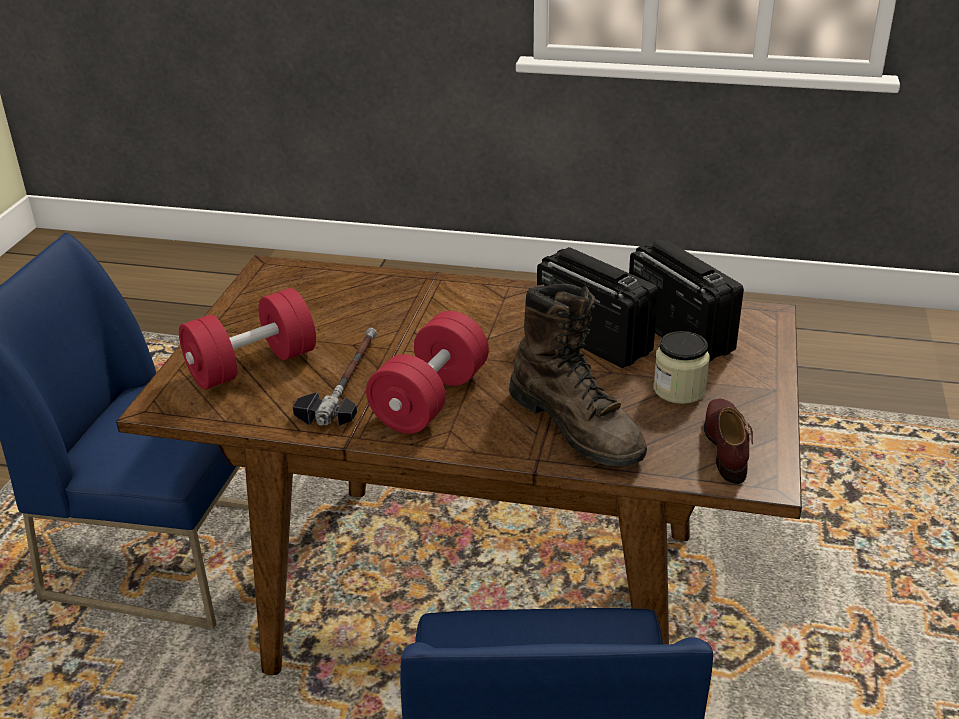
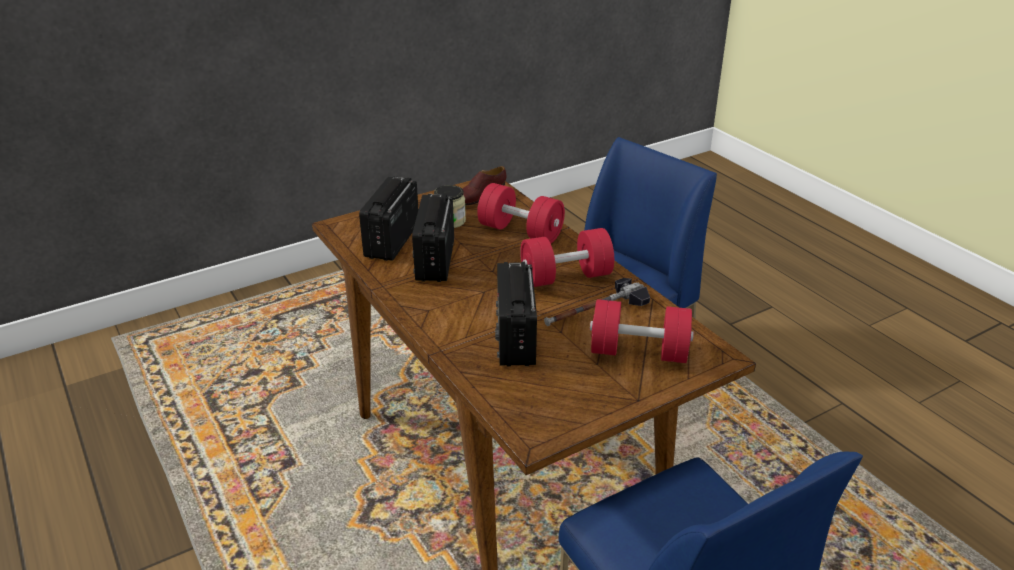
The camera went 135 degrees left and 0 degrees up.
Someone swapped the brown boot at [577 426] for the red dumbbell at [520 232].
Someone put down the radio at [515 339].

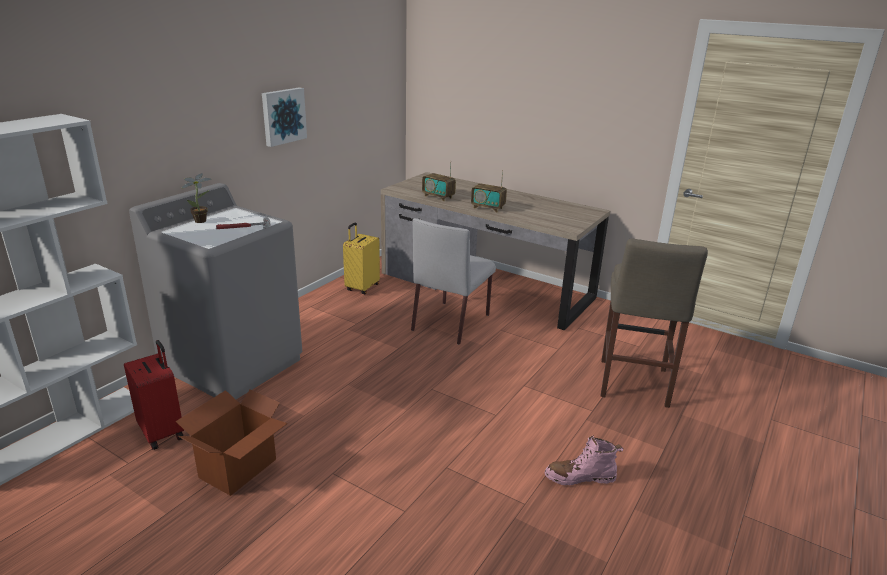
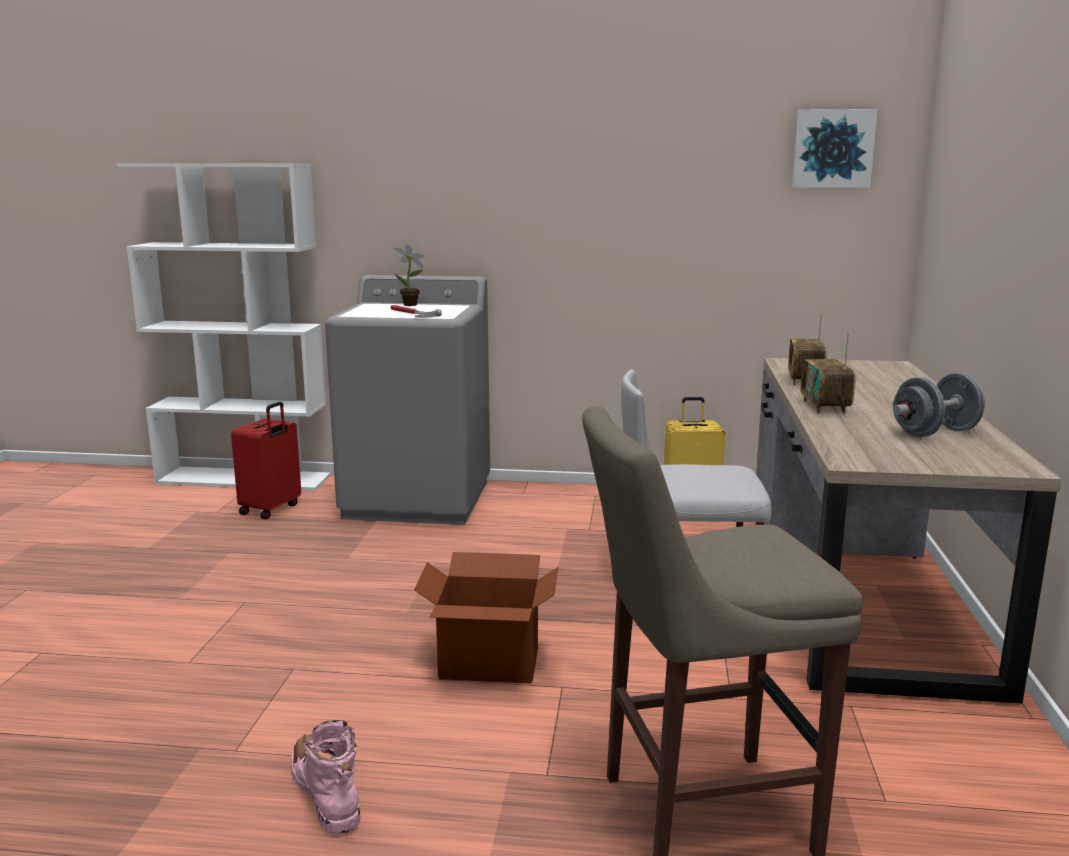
The camera went 65 degrees right and 10 degrees down.
Someone carried the picture from [283 116] to [833 149].
Someone carried the cardboard box from [239 469] to [489 664].
Someone put down the grey dumbbell at [935 433].

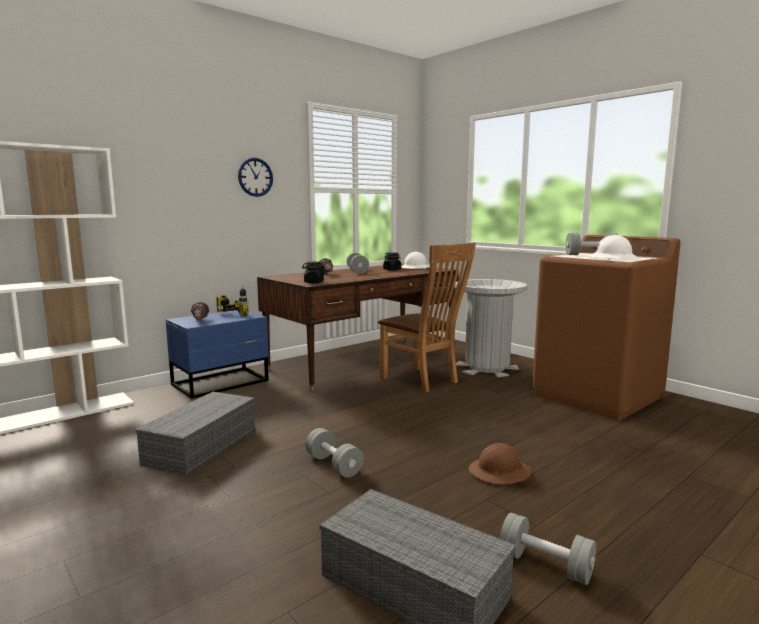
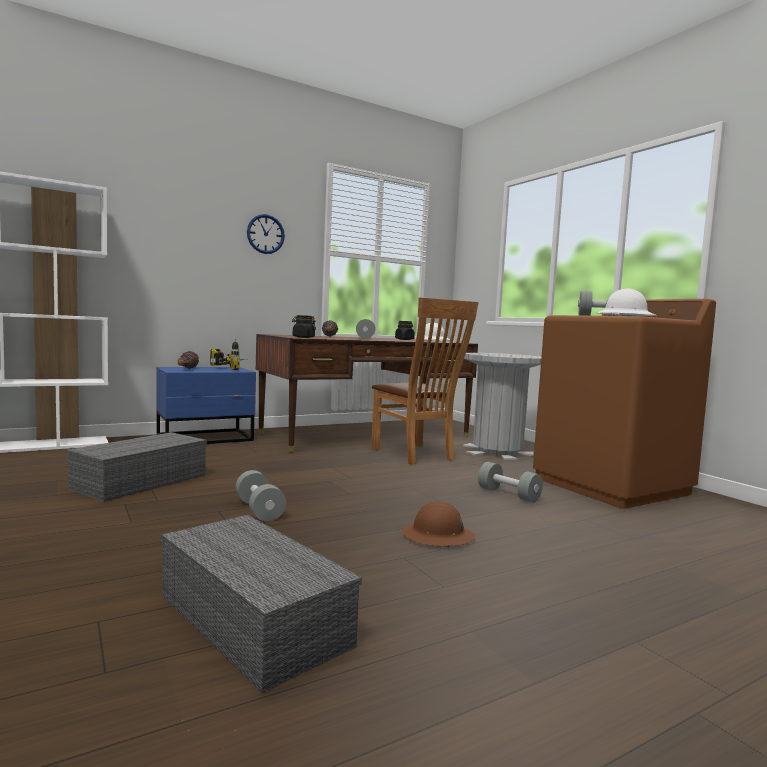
The camera went 10 degrees right and 5 degrees down.
Someone carried the grey dumbbell from [545 565] to [508 494].

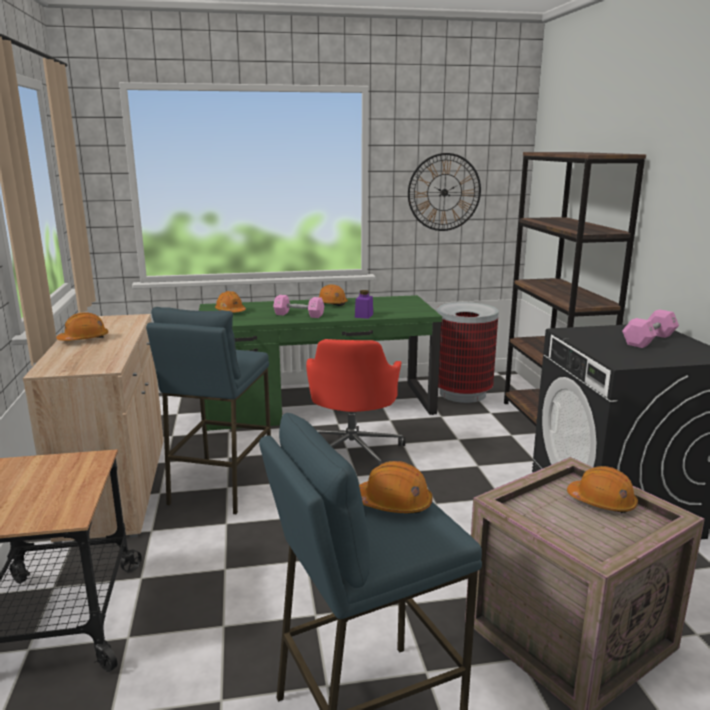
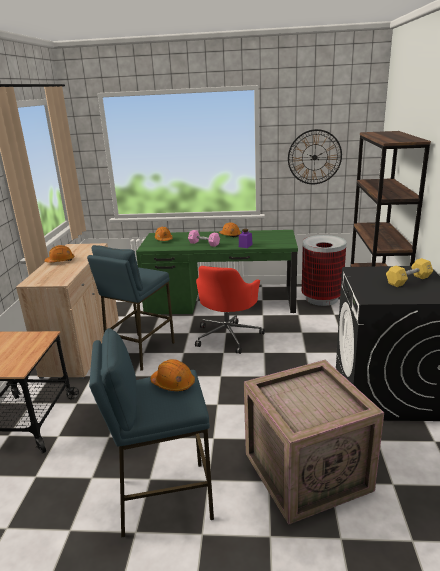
The camera went 15 degrees right and 5 degrees up.
Someone repainted the pink dumbbell at [649 340], which became the yellow dumbbell at [408 280].
Someone took away the orange hard hat at [602 502].

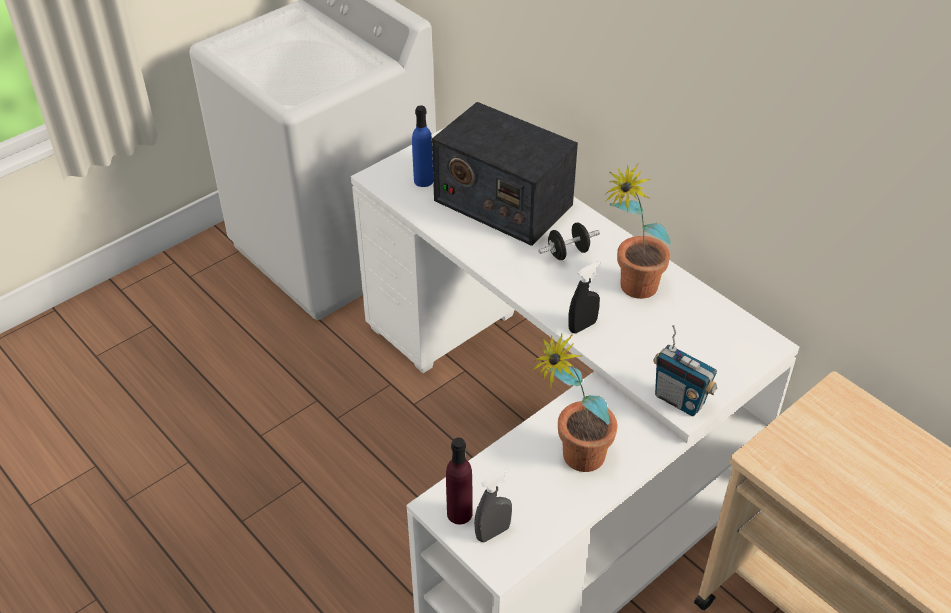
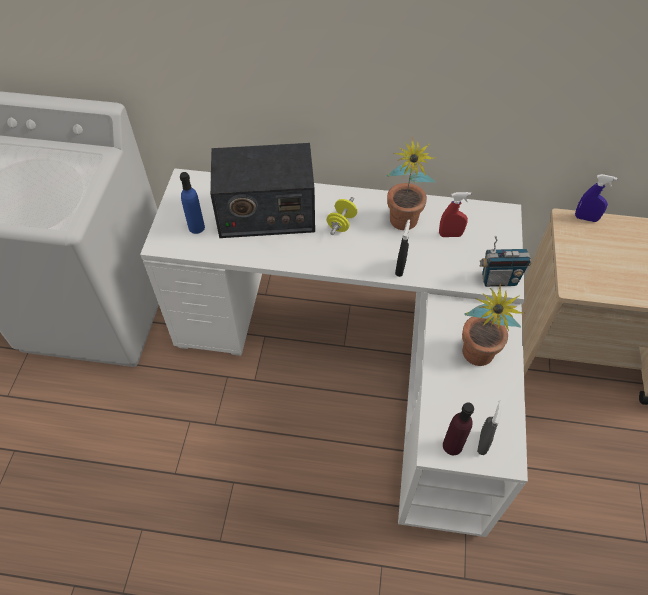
The camera went 40 degrees left and 10 degrees up.
Someone repainted the black dumbbell at [568 253], which became the yellow dumbbell at [341 223].
Someone put down the blue spray bottle at [586 218].
Someone put down the red spray bottle at [450 235].

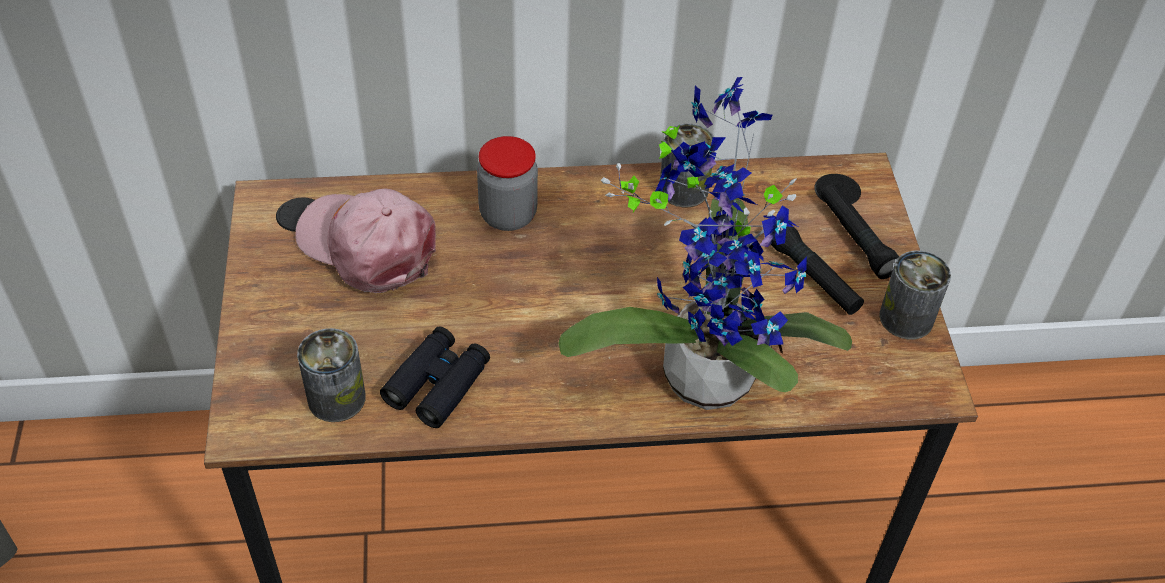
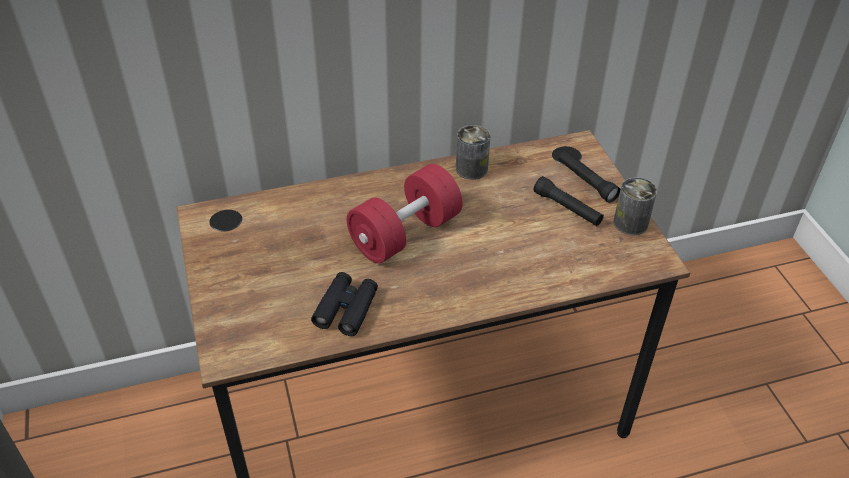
The camera went 10 degrees left and 5 degrees down.
Someone took away the potted plant at [703 367].
Someone took away the jar at [508 215].
Someone took away the pink cap at [367 245].
Someone took away the can at [336 398].
Someone put down the red dumbbell at [405 233].

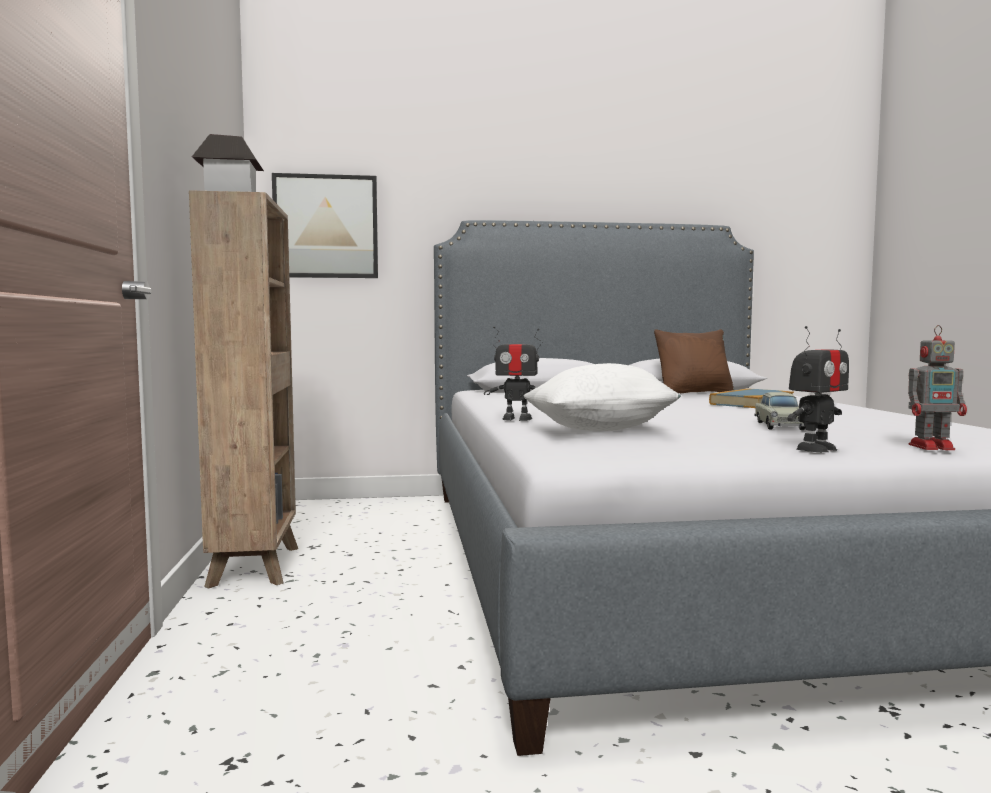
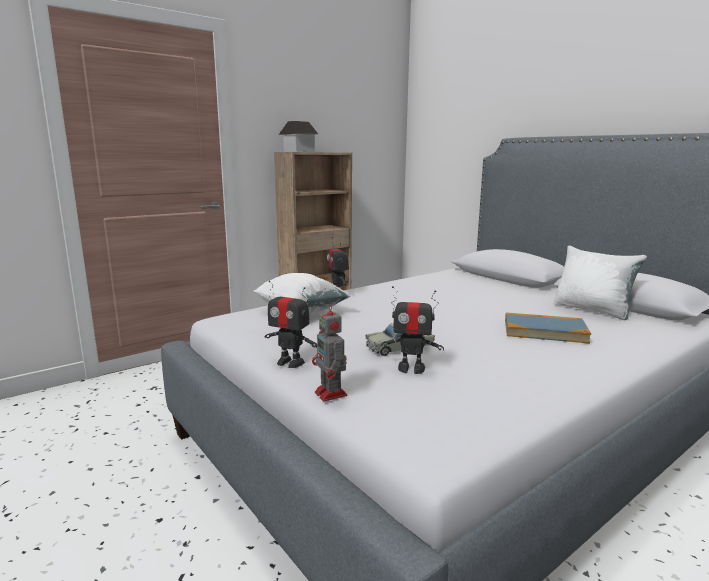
The camera went 60 degrees right and 10 degrees up.
Someone took away the picture at [326 226].
Someone repainted the brown pillow at [695 393], which became the white pillow at [592 310].
Someone put down the toy robot at [411 368].

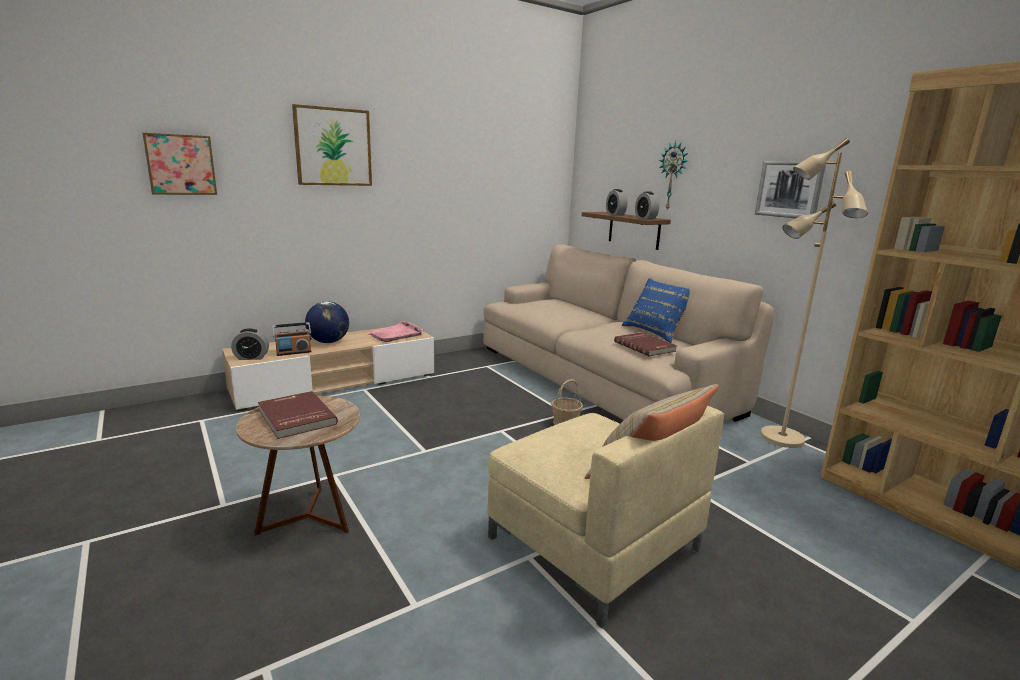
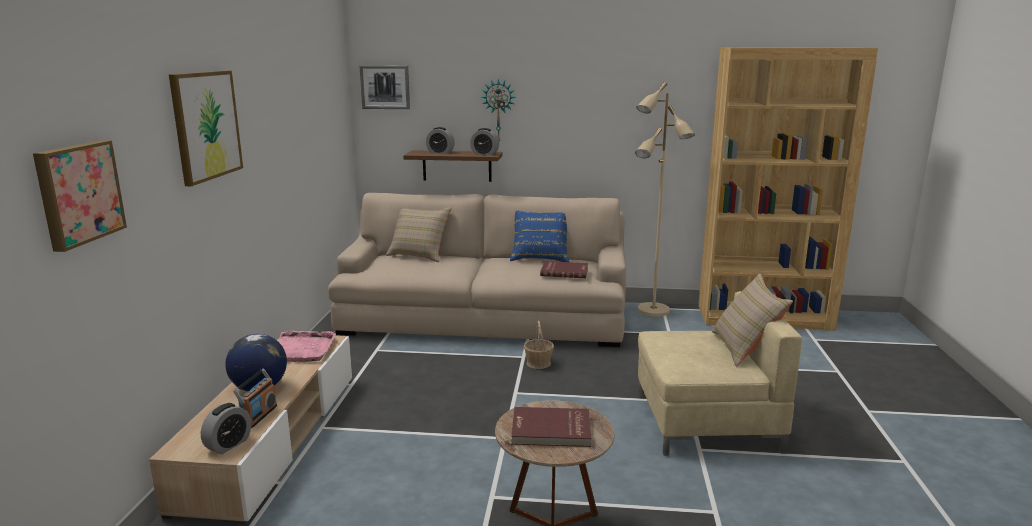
The camera went 50 degrees left and 0 degrees up.
Someone carried the picture from [789 189] to [385 87].
Someone put down the beige pillow at [419 255].

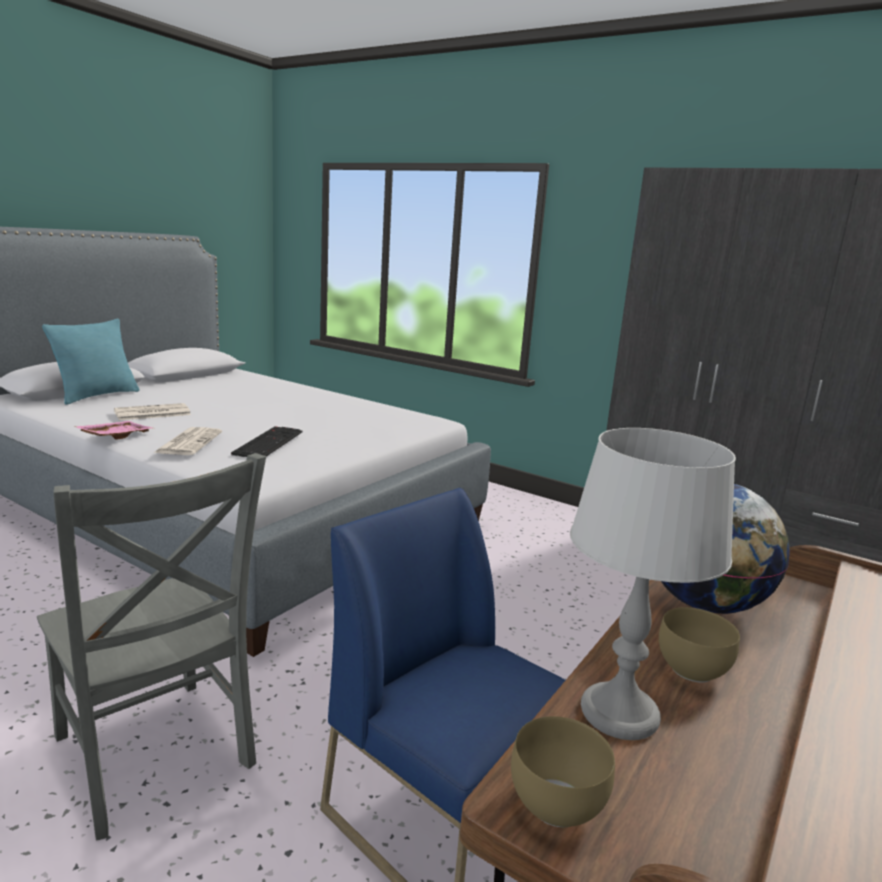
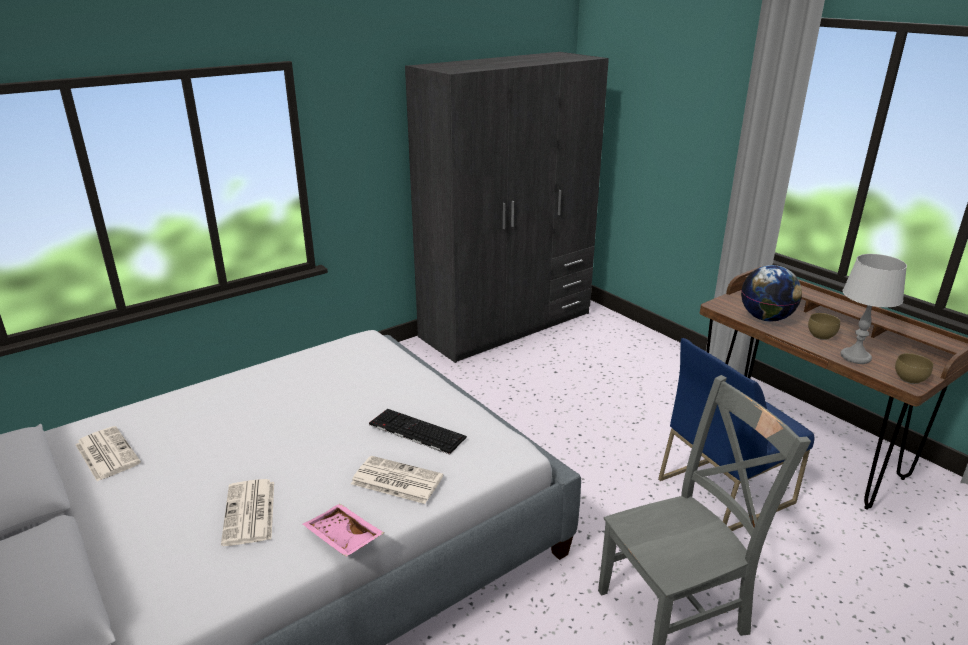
The camera went 70 degrees left and 10 degrees up.
Someone took away the turquoise pillow at [97 396].
Someone put down the newspaper at [106 453].

